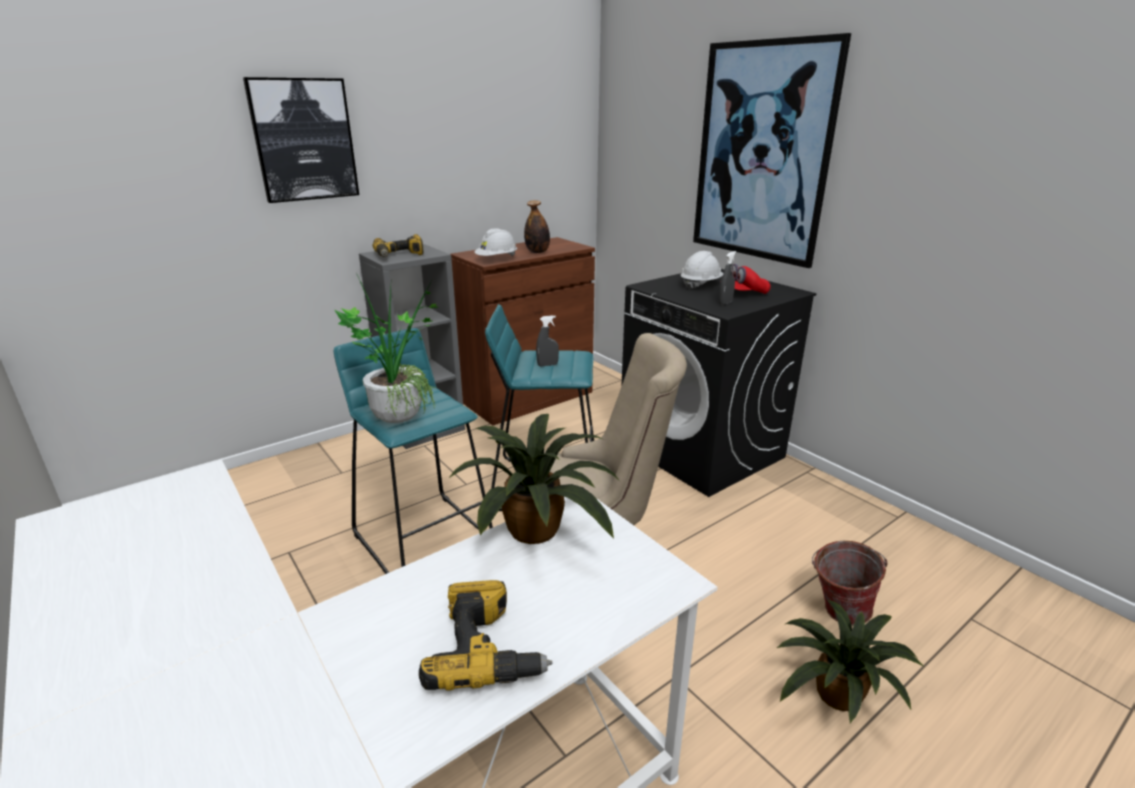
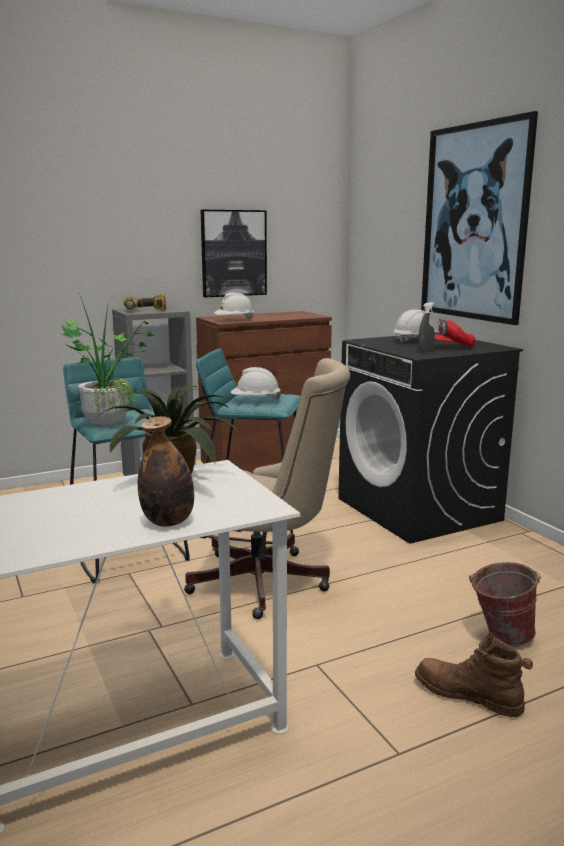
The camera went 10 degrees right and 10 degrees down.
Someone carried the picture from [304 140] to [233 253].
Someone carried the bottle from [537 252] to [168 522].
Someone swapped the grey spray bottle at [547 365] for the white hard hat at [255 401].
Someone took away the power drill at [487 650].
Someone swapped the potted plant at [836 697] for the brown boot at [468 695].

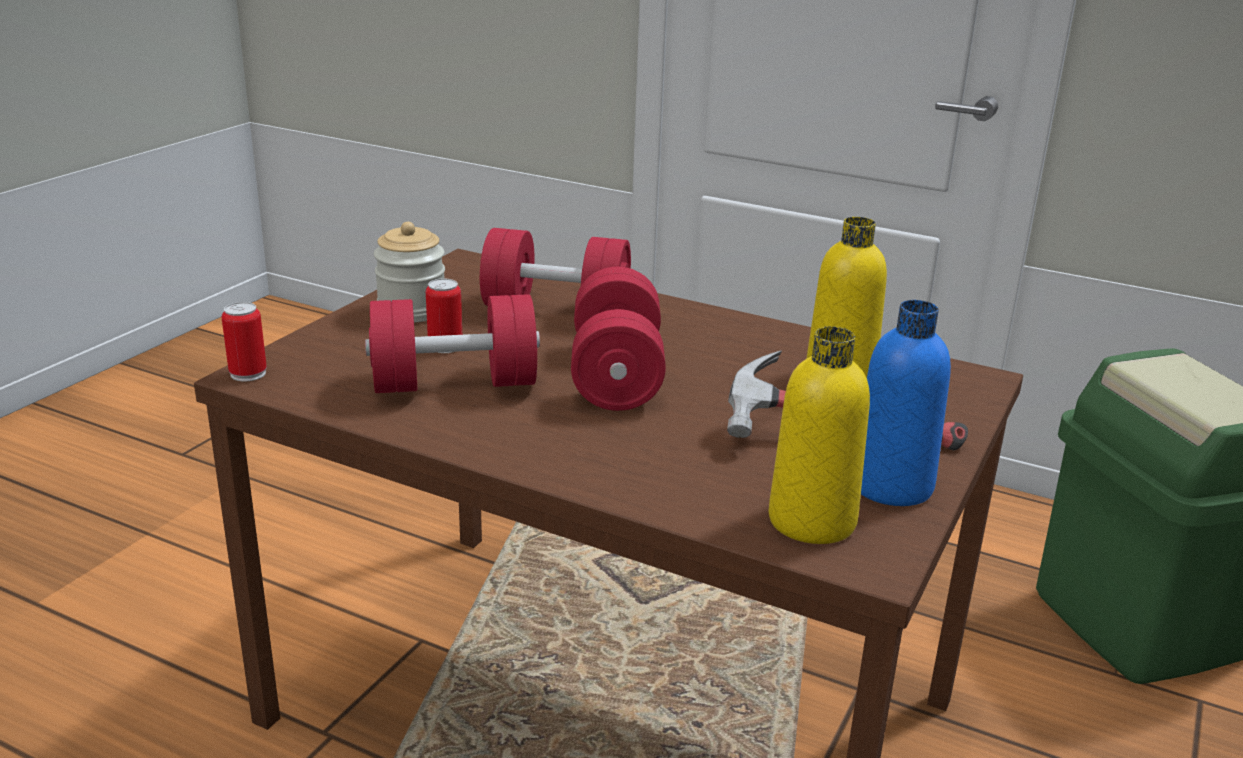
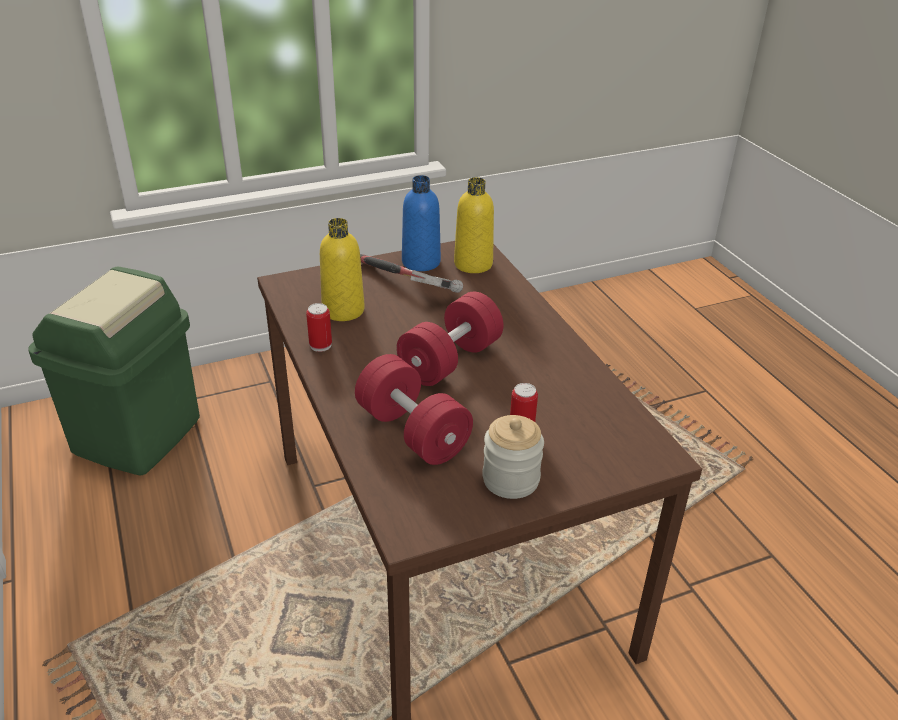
The camera went 140 degrees left and 10 degrees up.
Someone took away the red dumbbell at [454 384].
Someone carried the can from [248 373] to [320 345].

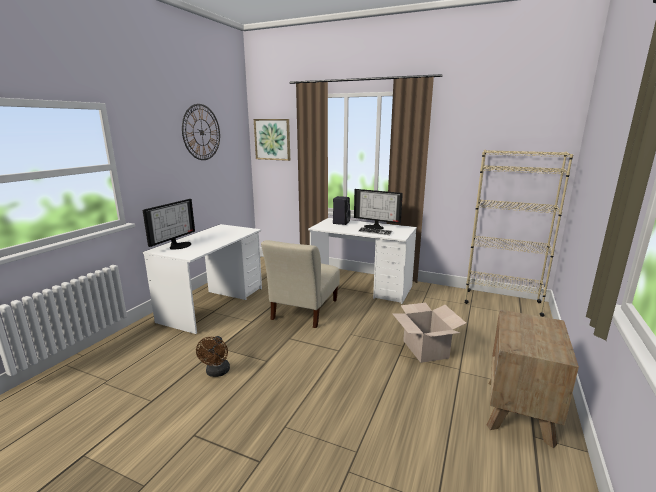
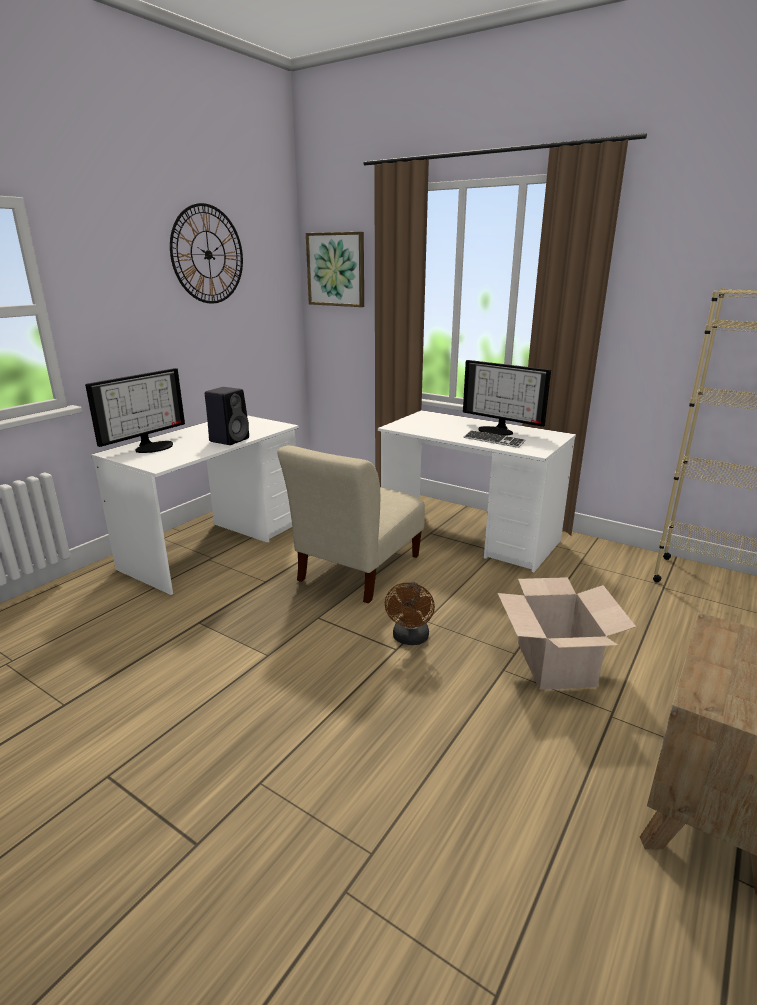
The camera went 10 degrees right and 5 degrees up.
Someone carried the black speaker from [341 222] to [230 439].
Someone carried the brown fan from [217 373] to [410 639].

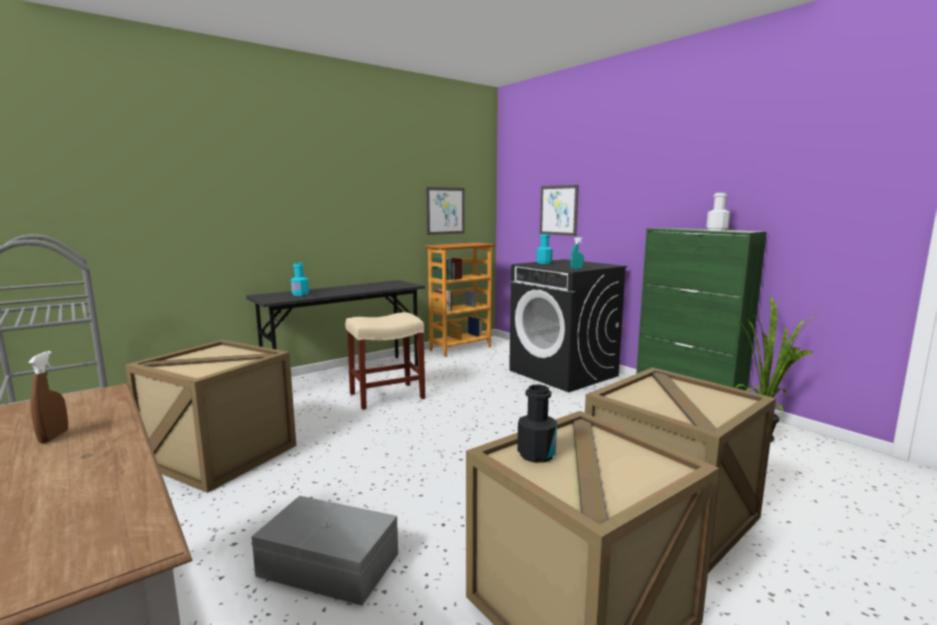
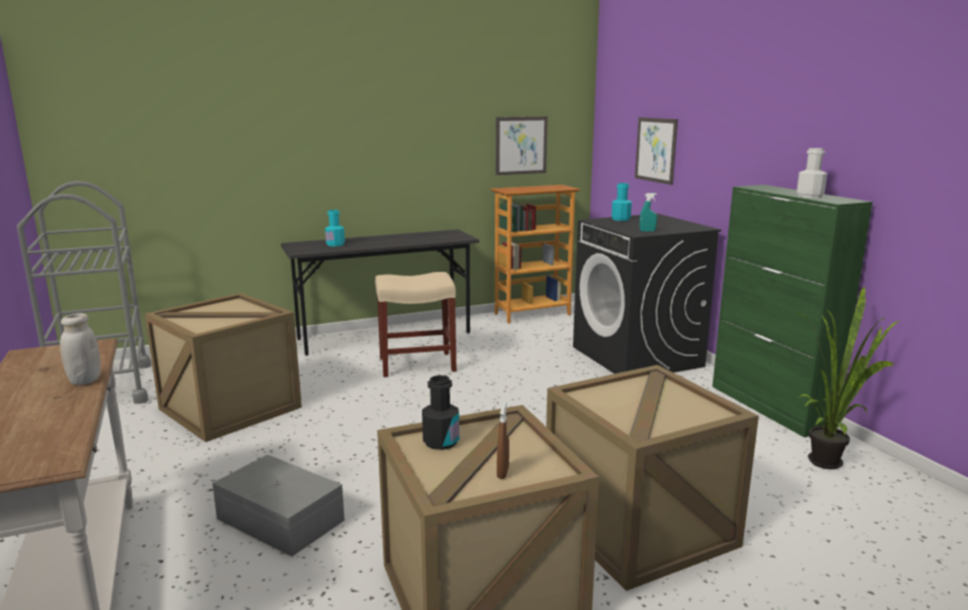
The camera went 15 degrees right and 5 degrees up.
Someone carried the brown spray bottle from [53 436] to [503 472].
Someone put down the white jar at [85 380].

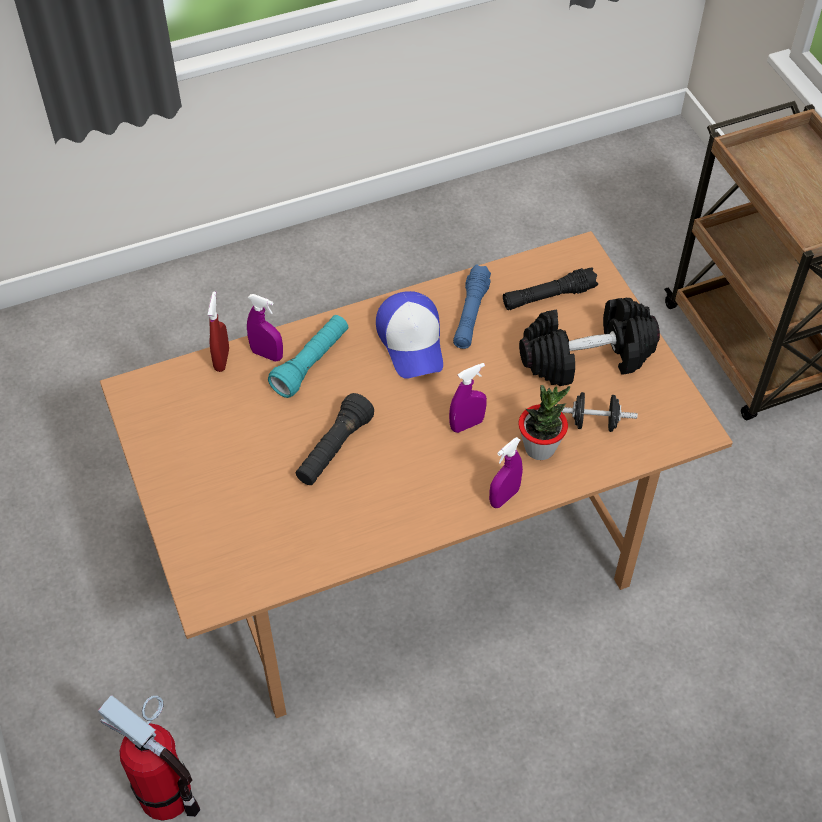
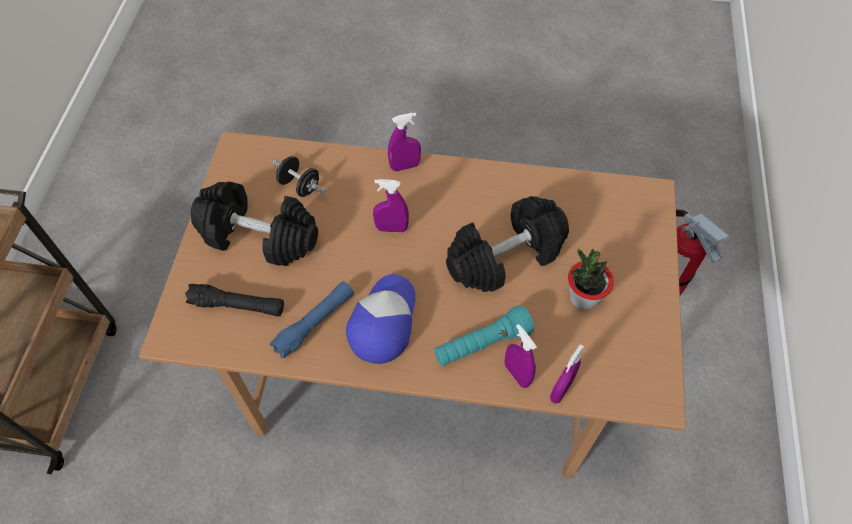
The camera went 150 degrees left and 5 degrees up.
Someone repainted the red spray bottle at [222 360], which became the purple spray bottle at [561 390].
Someone carried the potted plant from [540 448] to [583 298].
Someone swapped the black flashlight at [334 450] for the black dumbbell at [505 257].

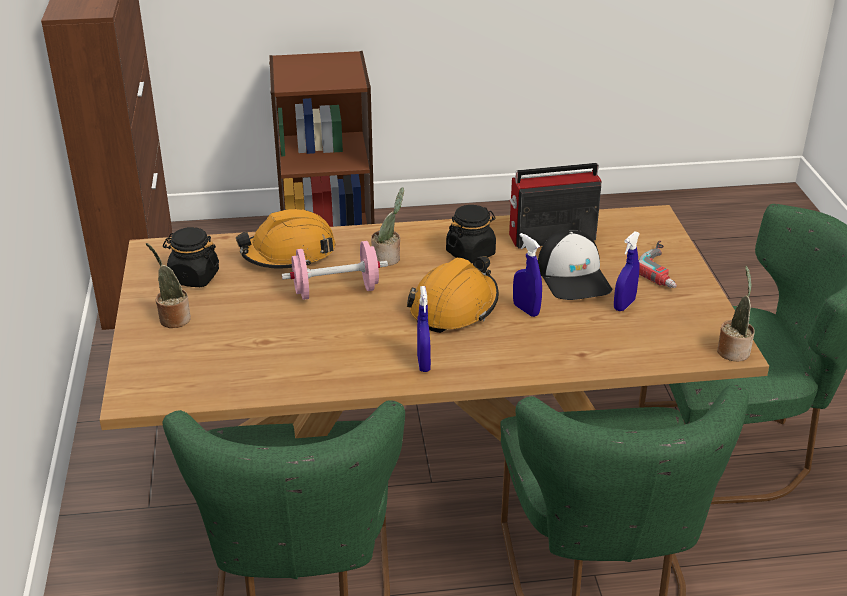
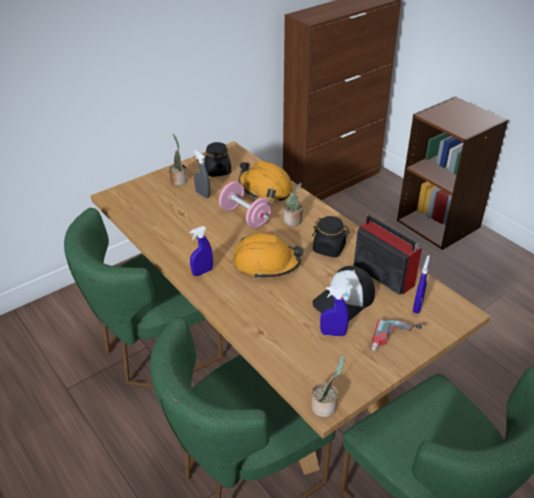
The camera went 60 degrees right and 5 degrees up.
Someone carried the blue spray bottle from [526 310] to [417 306].
Someone put down the grey spray bottle at [203 194].

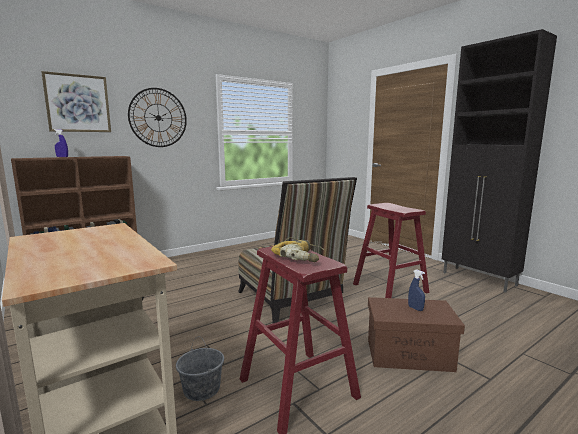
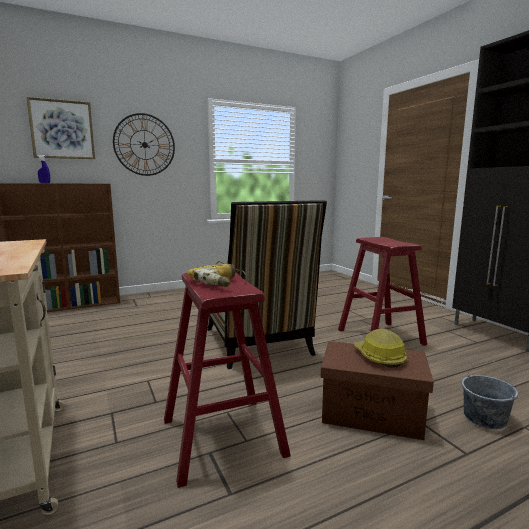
The camera went 10 degrees right and 0 degrees up.
Someone swapped the blue spray bottle at [415 308] for the hard hat at [379 357].
Someone carried the grey bucket from [201 389] to [484 417].

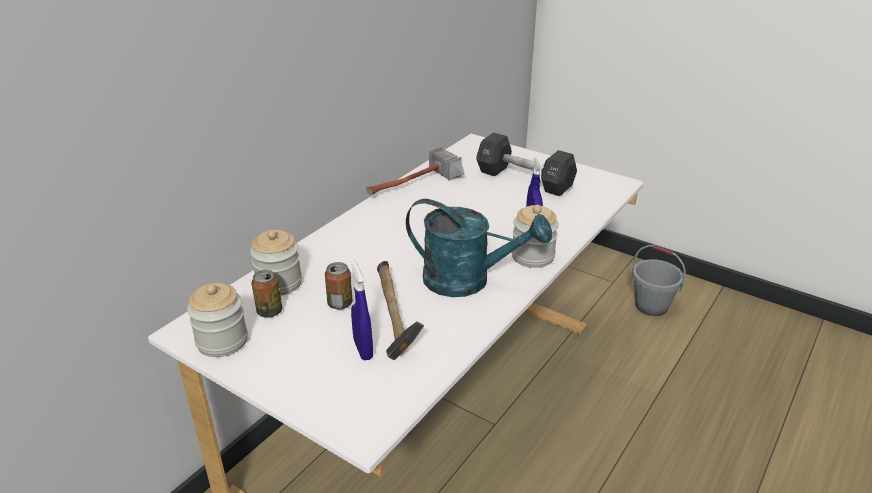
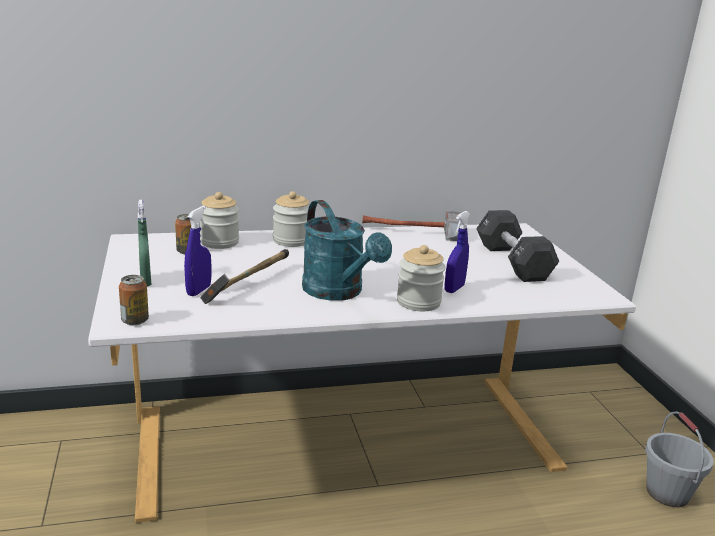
The camera went 40 degrees right and 10 degrees down.
Someone carried the can from [340 303] to [135 321].
Someone carried the jar from [222 341] to [291 240].
Someone put down the green spray bottle at [145 281].

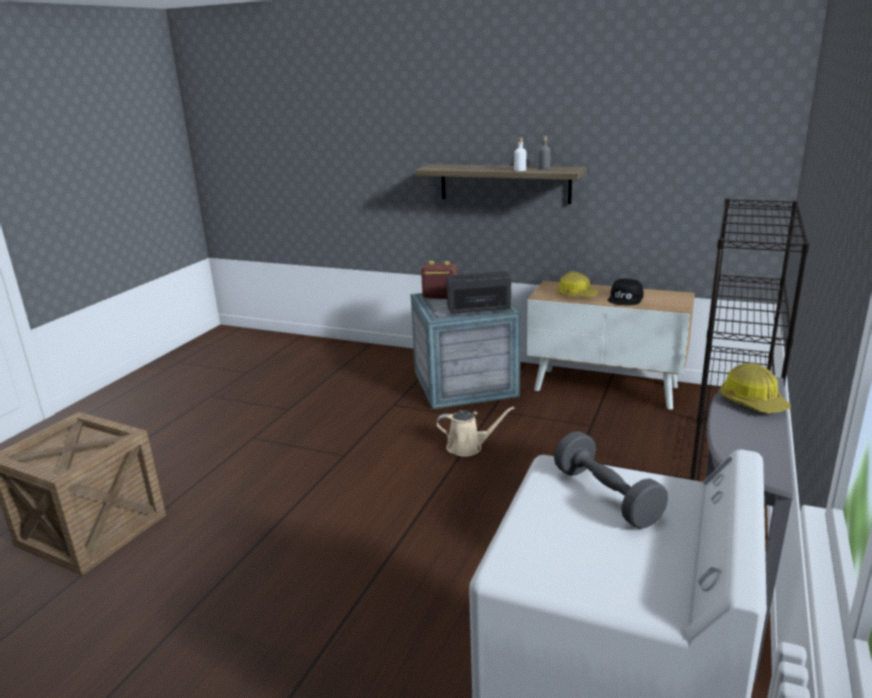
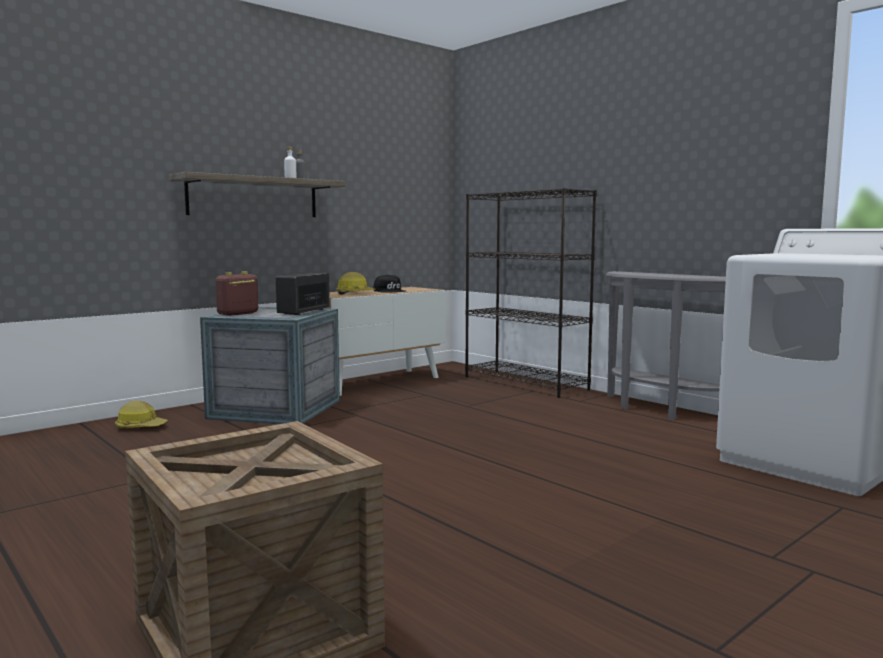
The camera went 65 degrees left and 15 degrees down.
Someone carried the hard hat from [752 402] to [140 427].
Someone took away the beige watering can at [468 447].
Someone took away the grey dumbbell at [606 496].

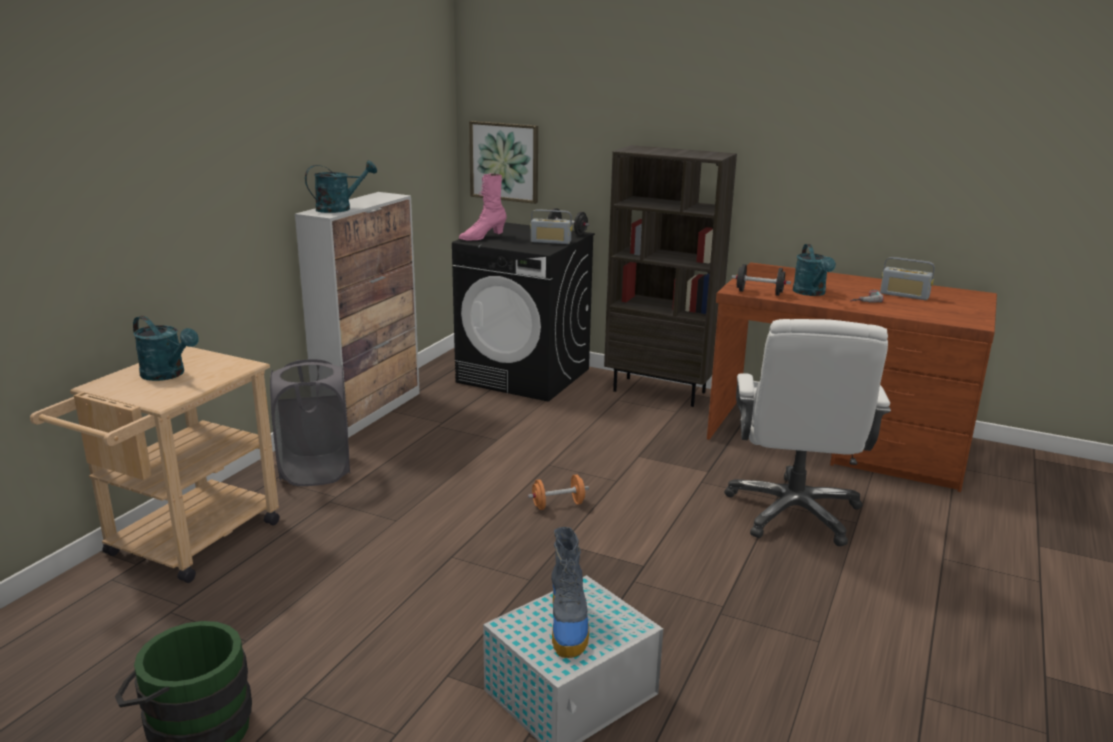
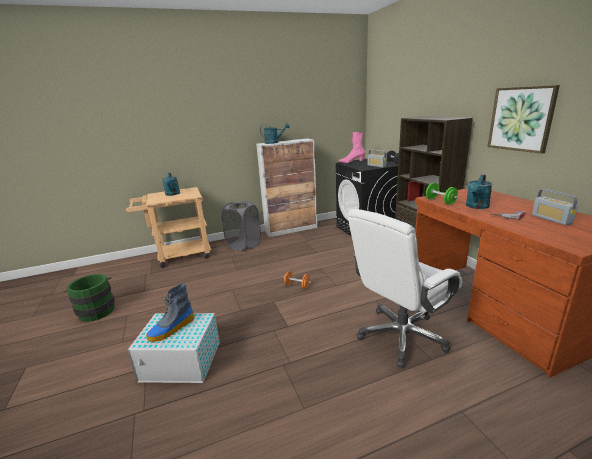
The camera went 45 degrees right and 0 degrees up.
Someone carried the picture from [504 161] to [521 119].
Someone repainted the black dumbbell at [759 293], which became the green dumbbell at [440 201].

